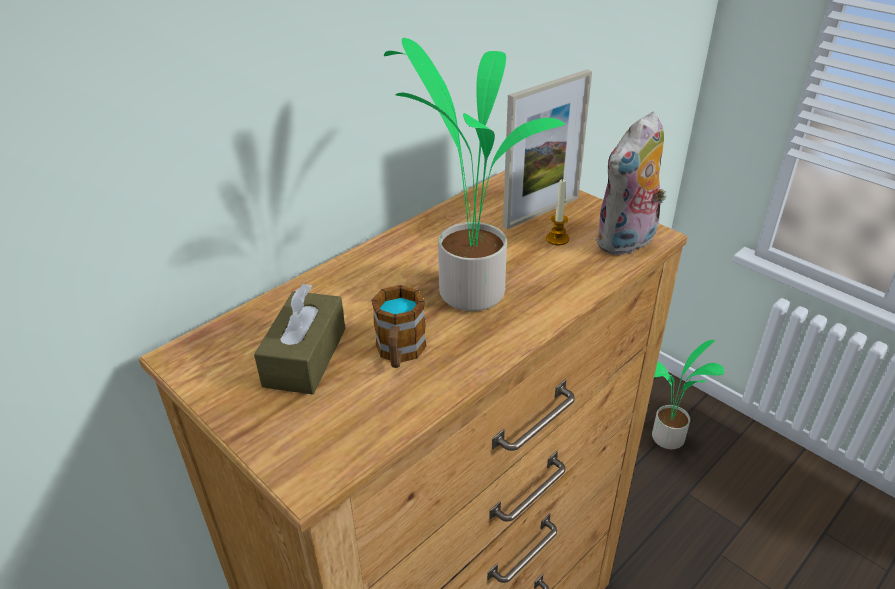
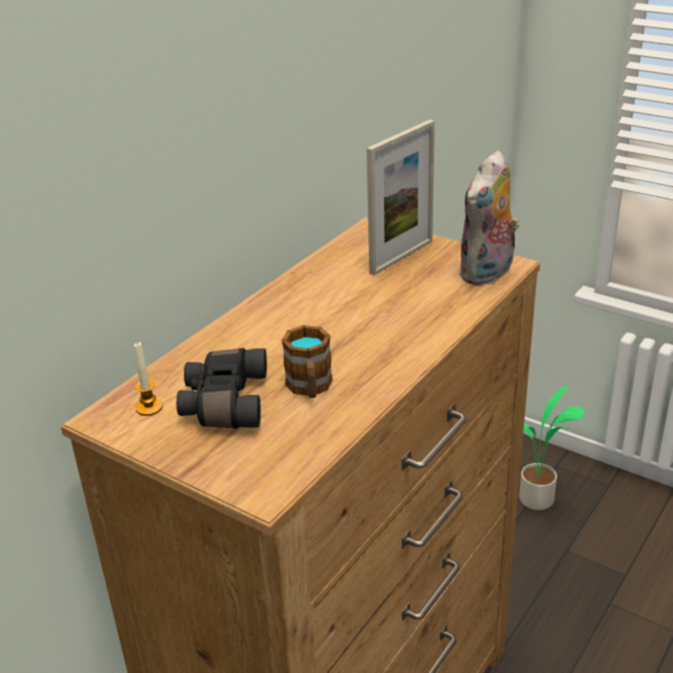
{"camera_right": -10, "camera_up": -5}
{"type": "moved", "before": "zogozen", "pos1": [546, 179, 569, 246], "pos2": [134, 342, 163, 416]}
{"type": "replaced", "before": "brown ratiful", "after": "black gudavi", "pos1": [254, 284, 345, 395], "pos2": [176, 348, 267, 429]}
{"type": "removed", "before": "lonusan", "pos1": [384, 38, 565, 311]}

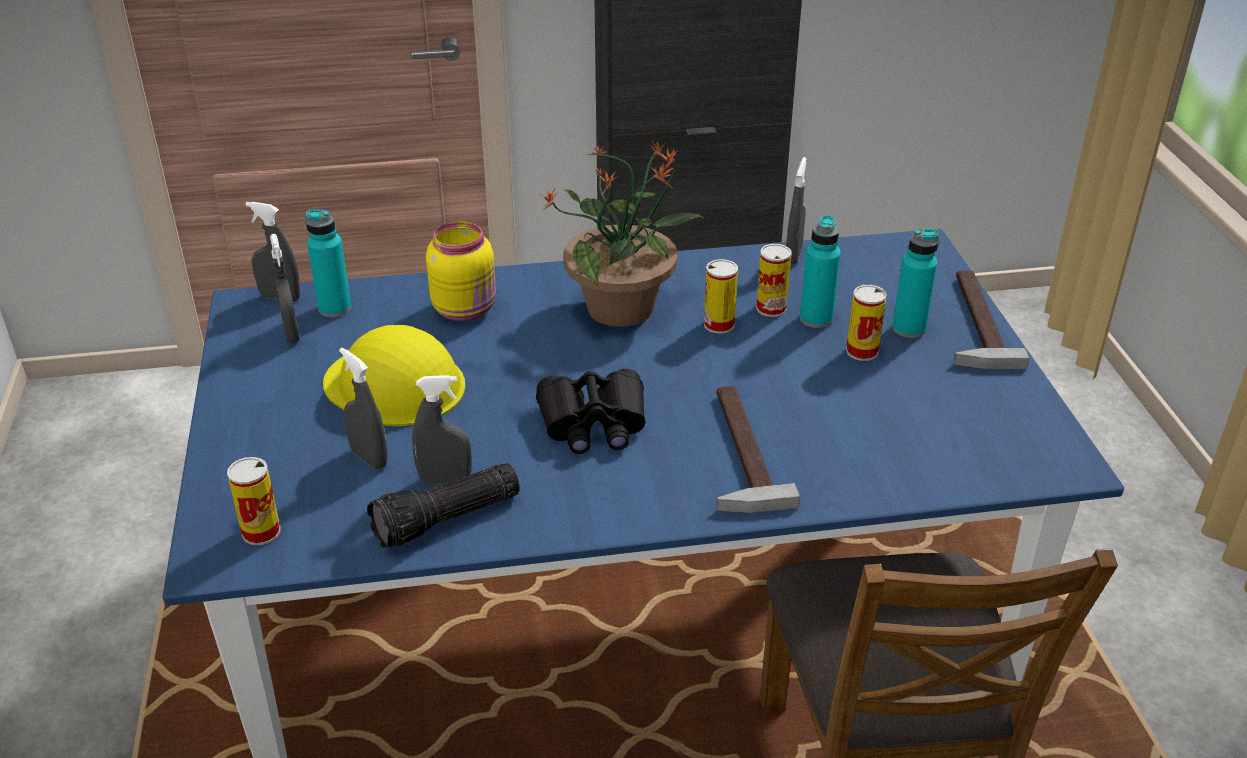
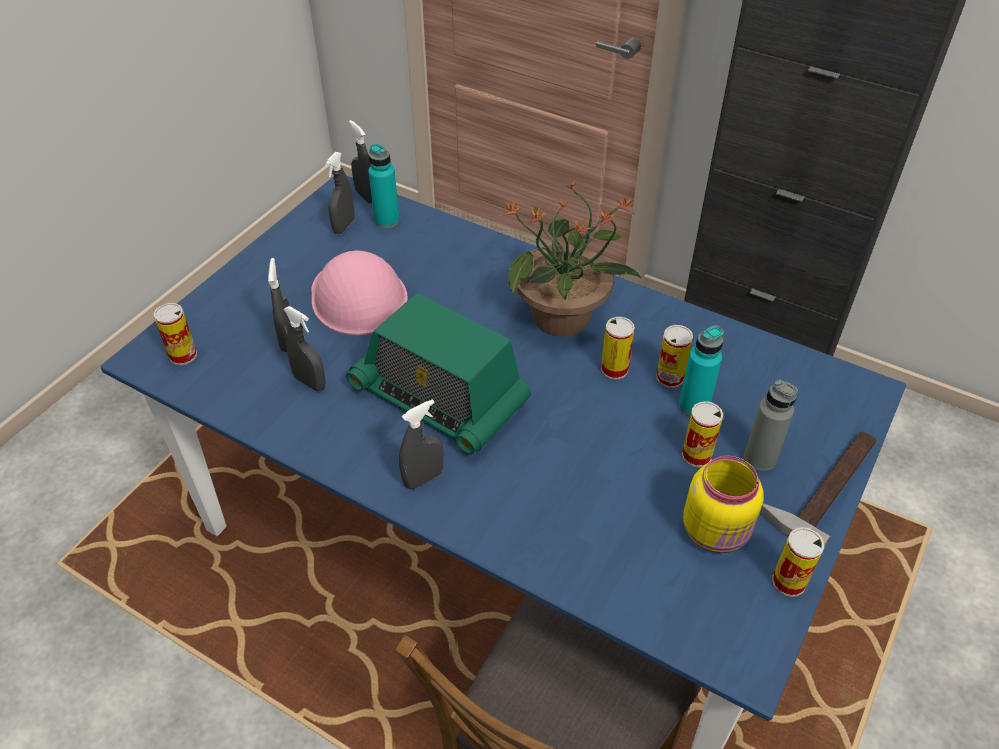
{"camera_right": 40, "camera_up": 10}
{"type": "recoloured", "before": "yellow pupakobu", "after": "pink pupakobu", "pos1": [323, 325, 465, 426], "pos2": [311, 251, 408, 335]}
{"type": "replaced", "before": "black gudavi", "after": "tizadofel", "pos1": [536, 369, 646, 454], "pos2": [346, 293, 531, 454]}
{"type": "moved", "before": "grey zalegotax", "pos1": [786, 157, 807, 264], "pos2": [399, 399, 444, 489]}
{"type": "moved", "before": "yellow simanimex", "pos1": [426, 221, 496, 321], "pos2": [683, 456, 764, 553]}
{"type": "recoloured", "before": "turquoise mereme", "after": "grey mereme", "pos1": [892, 229, 939, 338], "pos2": [744, 379, 798, 471]}
{"type": "added", "after": "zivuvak", "pos2": [772, 527, 824, 597]}
{"type": "removed", "before": "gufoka", "pos1": [367, 463, 520, 549]}
{"type": "removed", "before": "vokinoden", "pos1": [716, 386, 800, 513]}

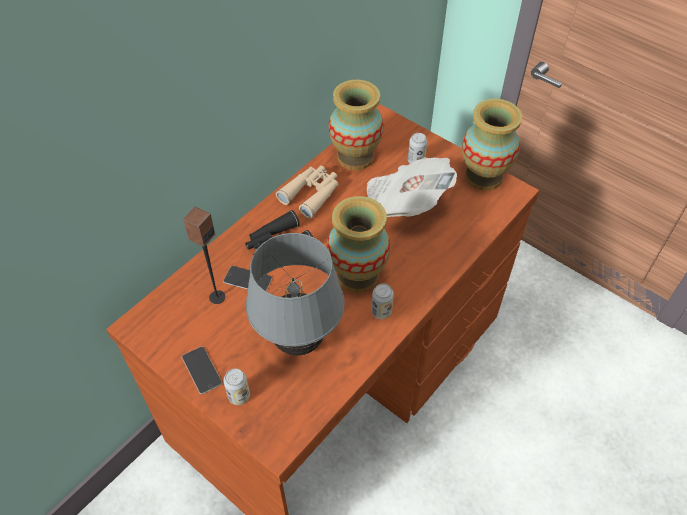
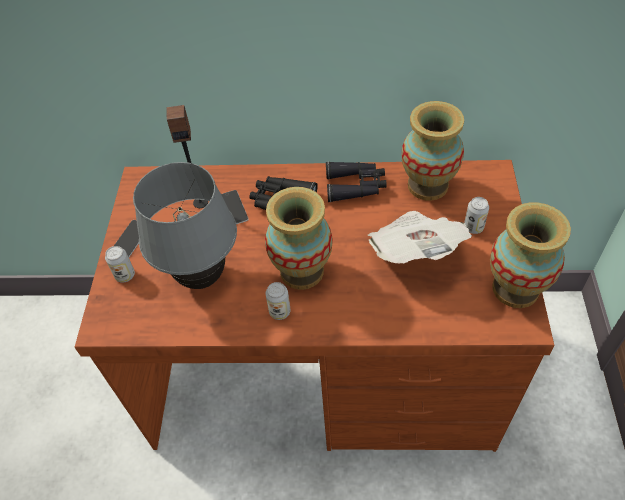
{"camera_right": 55, "camera_up": 0}
{"type": "recoloured", "before": "beige gudavi", "after": "black gudavi", "pos1": [276, 165, 338, 219], "pos2": [326, 162, 387, 202]}

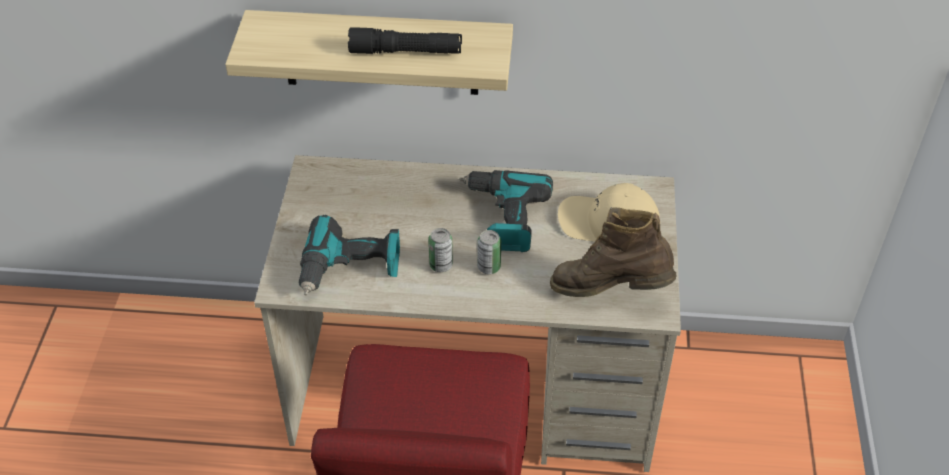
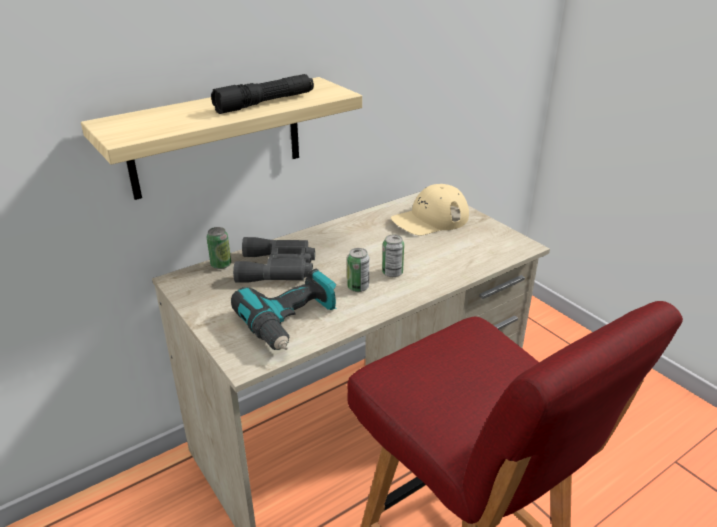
{"camera_right": -40, "camera_up": -15}
{"type": "added", "after": "zivuvak", "pos2": [207, 227, 231, 269]}
{"type": "added", "after": "grey gudavi", "pos2": [233, 237, 315, 283]}
{"type": "removed", "before": "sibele", "pos1": [459, 170, 553, 252]}
{"type": "removed", "before": "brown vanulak", "pos1": [550, 207, 676, 297]}

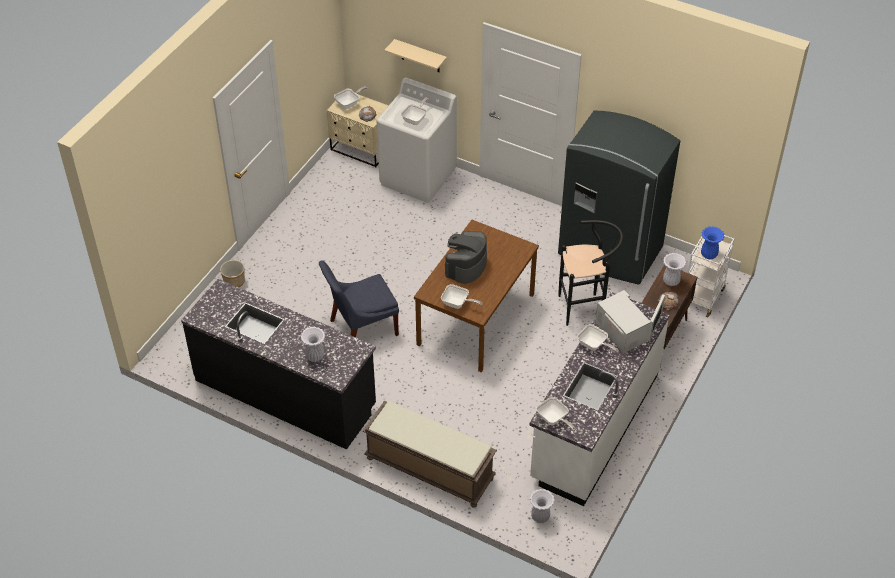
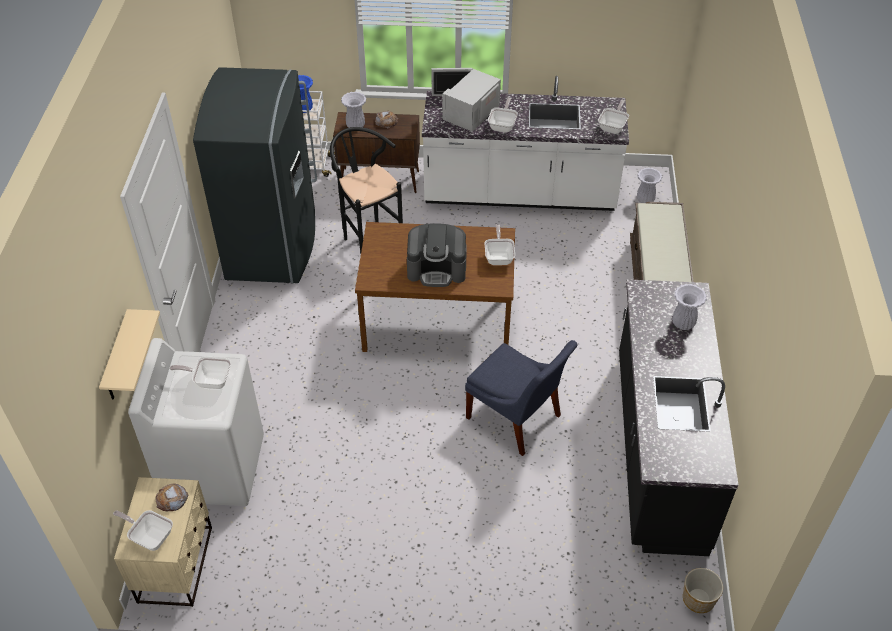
{"camera_right": -115, "camera_up": 0}
{"type": "moved", "before": "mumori", "pos1": [220, 260, 245, 287], "pos2": [683, 568, 723, 613]}

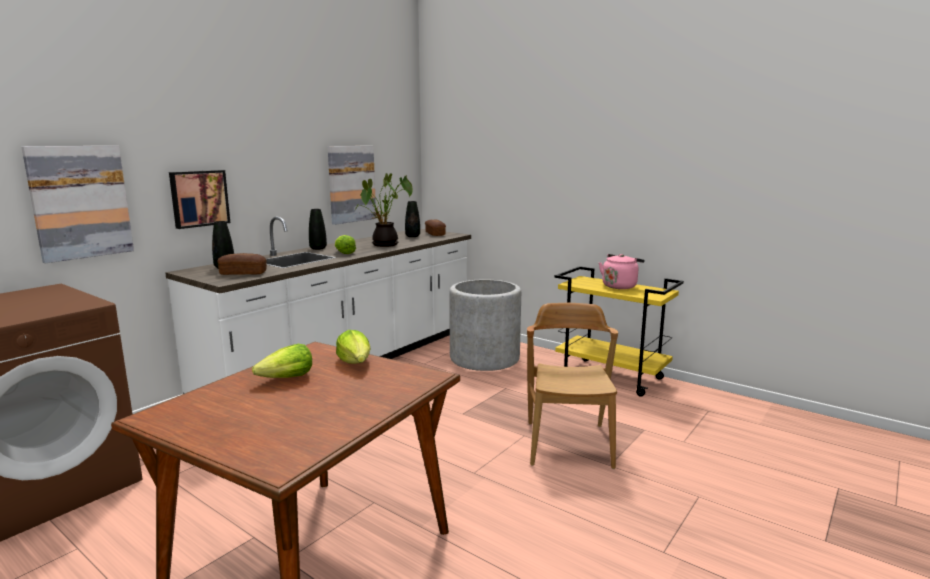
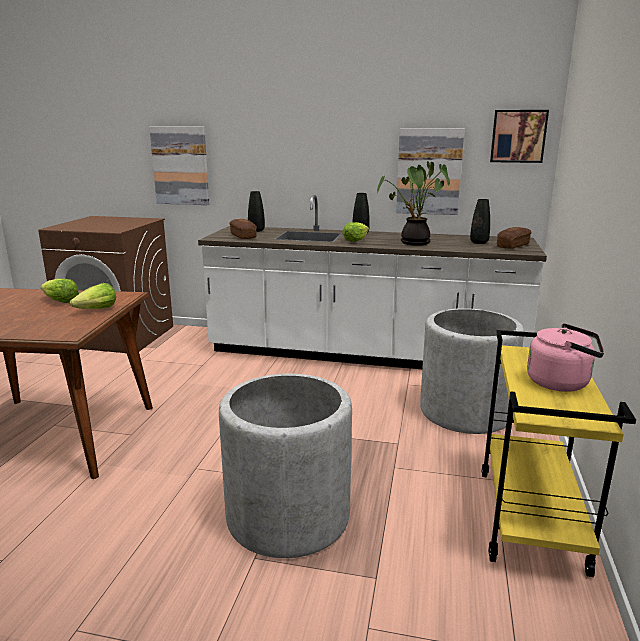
{"camera_right": 65, "camera_up": 5}
{"type": "replaced", "before": "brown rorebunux", "after": "grey mumori", "pos1": [527, 303, 618, 469], "pos2": [219, 374, 352, 558]}
{"type": "moved", "before": "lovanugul", "pos1": [169, 170, 230, 229], "pos2": [490, 110, 549, 163]}

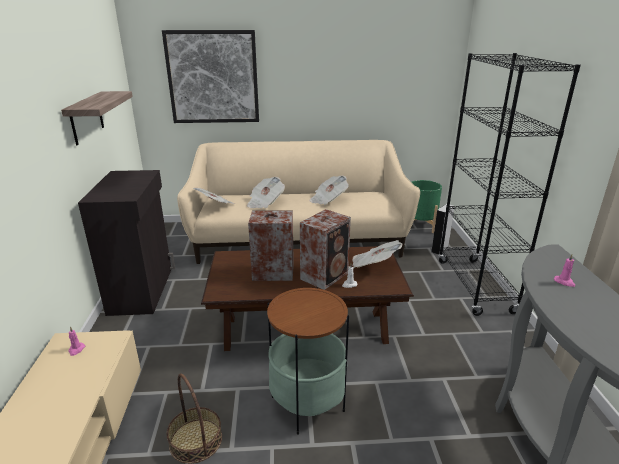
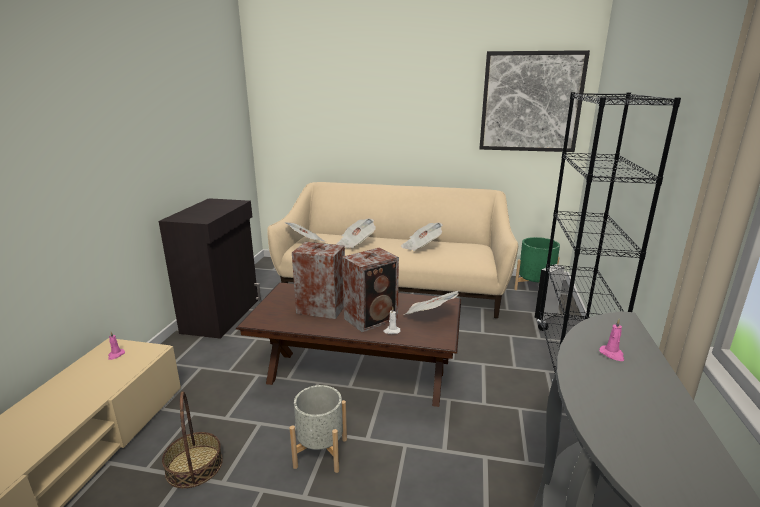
{"camera_right": 15, "camera_up": -5}
{"type": "replaced", "before": "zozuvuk", "after": "grey mumori", "pos1": [267, 287, 349, 435], "pos2": [289, 385, 347, 473]}
{"type": "moved", "before": "lovanugul", "pos1": [162, 30, 259, 123], "pos2": [479, 50, 590, 152]}
{"type": "removed", "before": "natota", "pos1": [61, 91, 133, 145]}

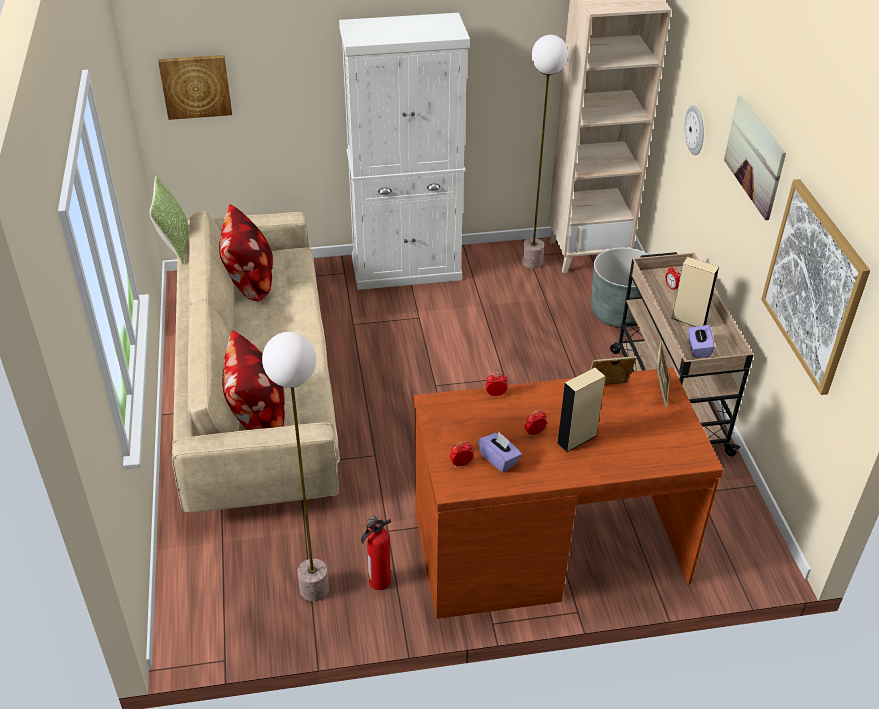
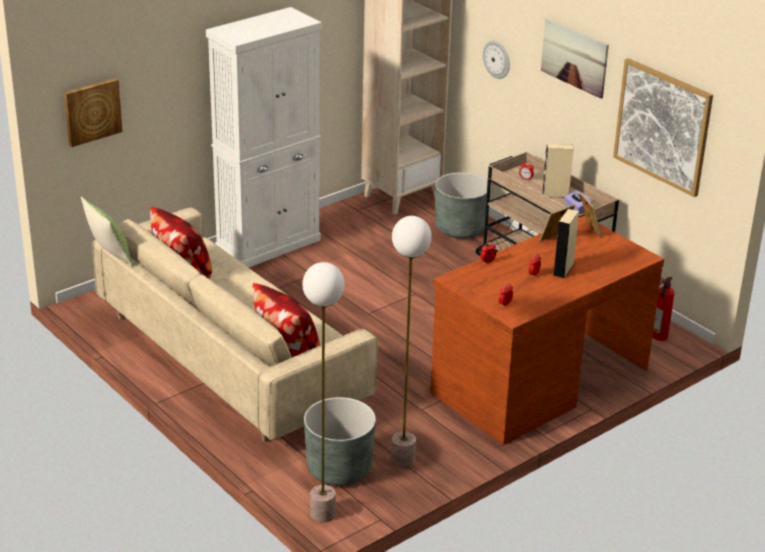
{"camera_right": -30, "camera_up": -10}
{"type": "moved", "before": "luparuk", "pos1": [522, 35, 568, 269], "pos2": [303, 262, 345, 522]}
{"type": "added", "after": "grey mumori", "pos2": [304, 397, 376, 486]}
{"type": "moved", "before": "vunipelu", "pos1": [361, 516, 391, 590], "pos2": [652, 277, 674, 341]}
{"type": "removed", "before": "purple ratiful", "pos1": [478, 432, 522, 472]}

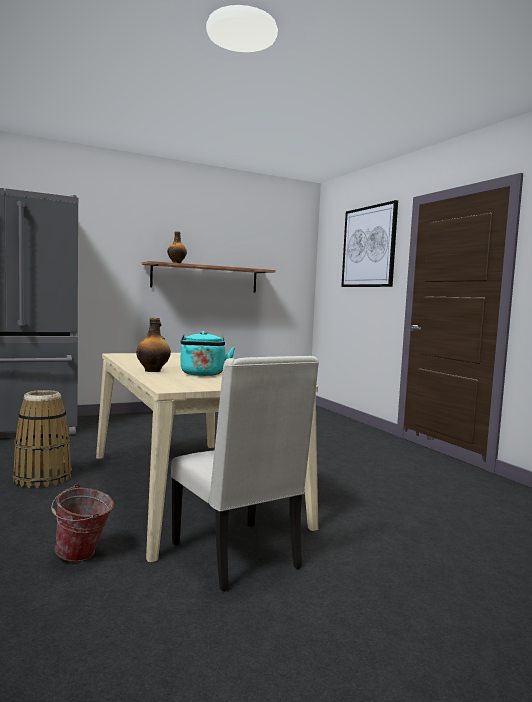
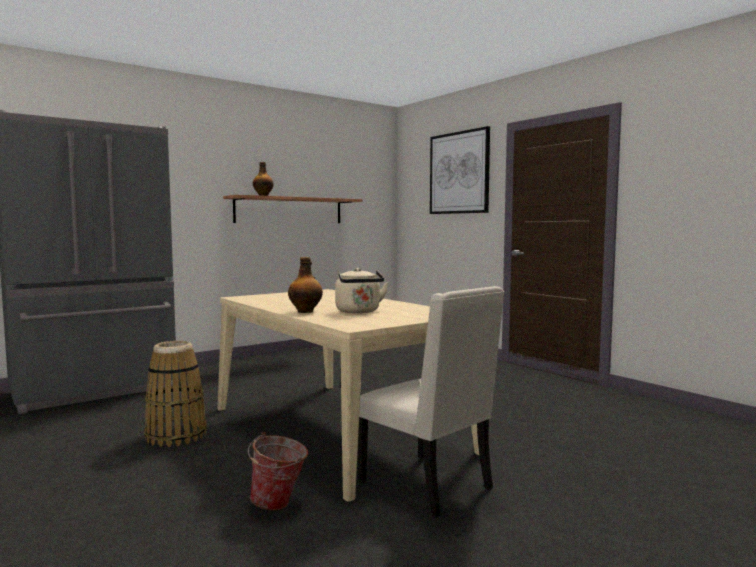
{"camera_right": -10, "camera_up": 0}
{"type": "recoloured", "before": "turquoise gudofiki", "after": "beige gudofiki", "pos1": [180, 331, 235, 376], "pos2": [335, 268, 389, 313]}

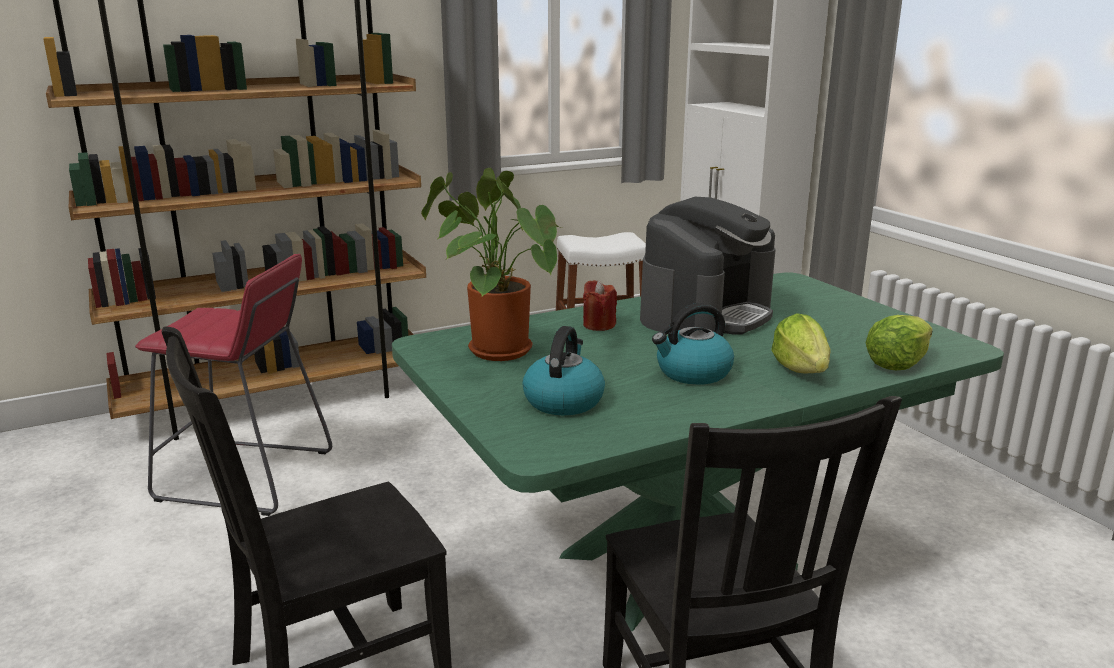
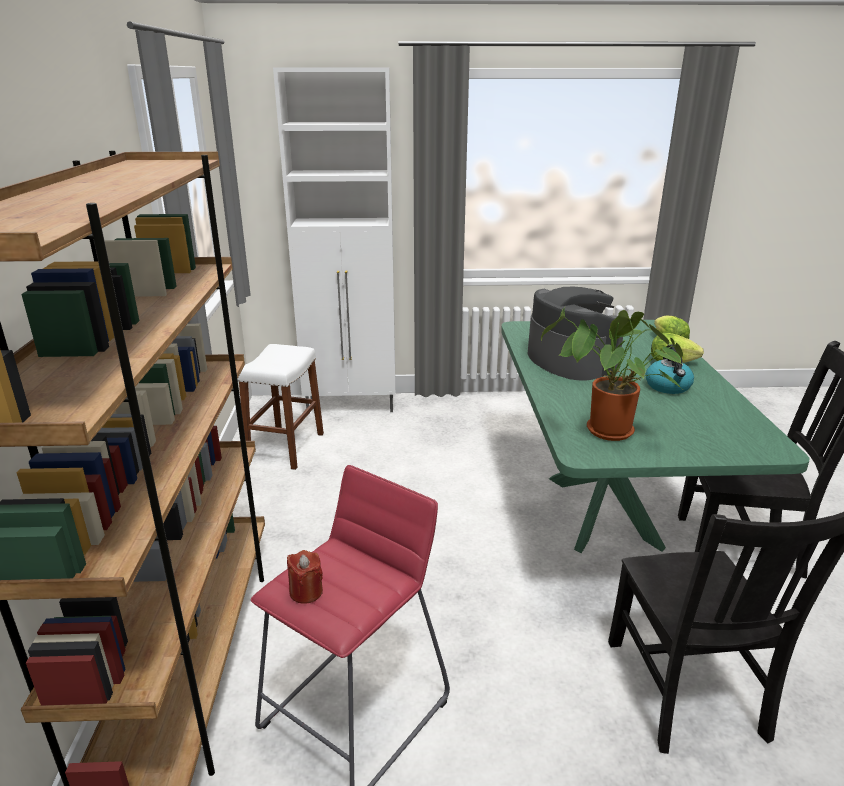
{"camera_right": -65, "camera_up": 5}
{"type": "moved", "before": "red zogozen", "pos1": [583, 280, 617, 331], "pos2": [287, 550, 323, 604]}
{"type": "removed", "before": "gudofiki", "pos1": [522, 326, 605, 415]}

